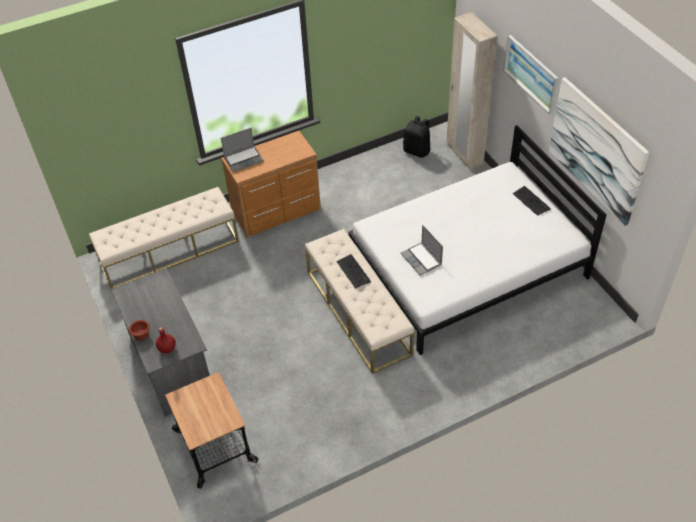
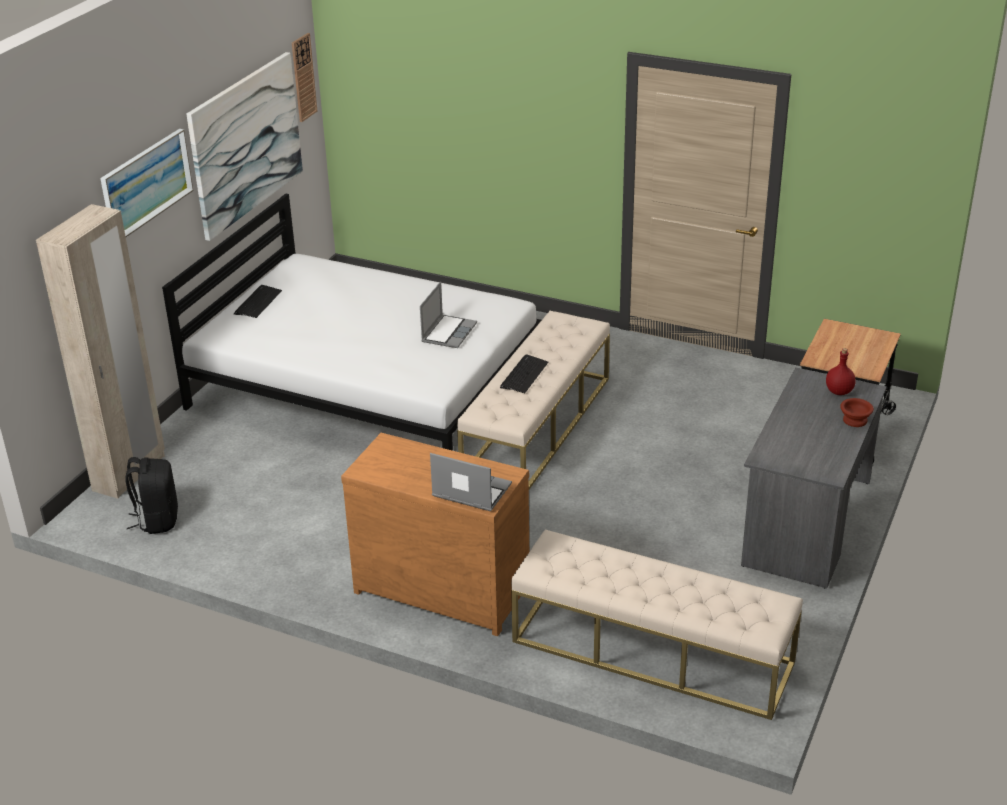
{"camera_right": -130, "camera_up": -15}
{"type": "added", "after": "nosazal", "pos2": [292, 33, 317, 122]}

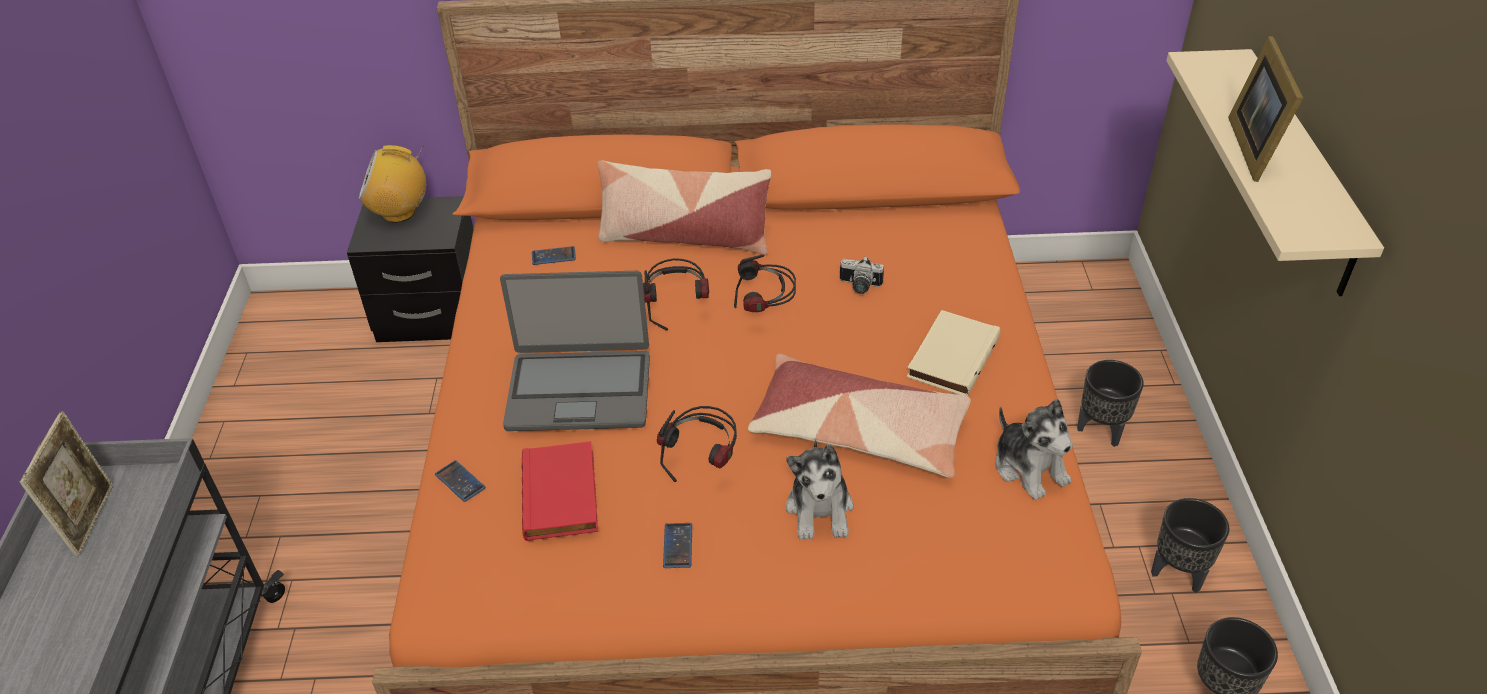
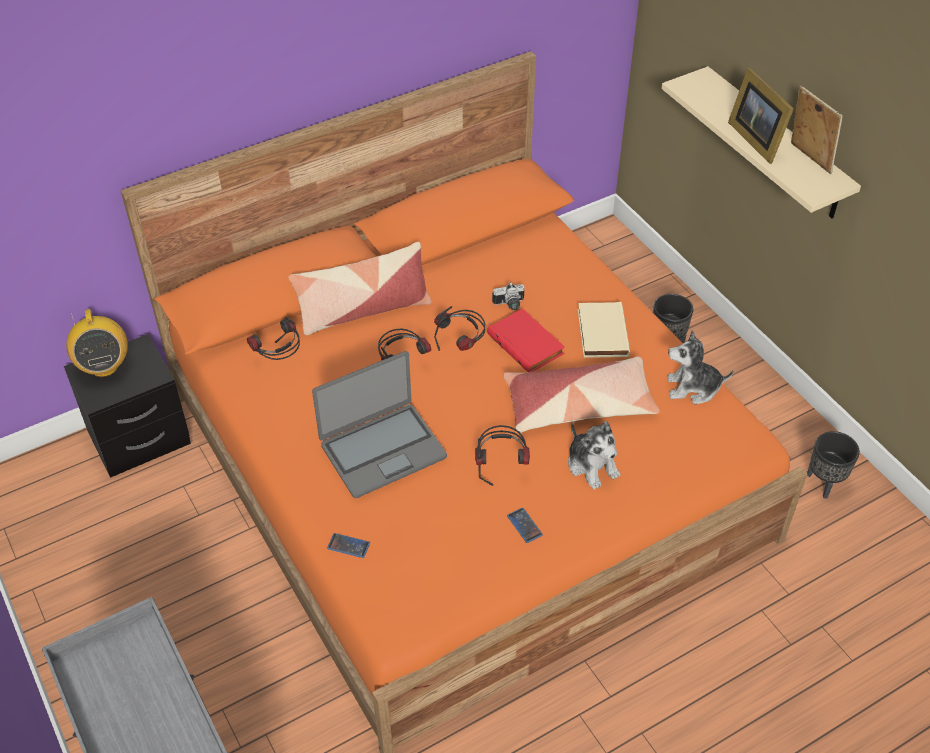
{"camera_right": -30, "camera_up": 5}
{"type": "turned", "before": "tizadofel", "pos1": [359, 145, 426, 223], "pos2": [66, 309, 128, 377], "turn": -75}
{"type": "replaced", "before": "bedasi", "after": "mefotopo", "pos1": [532, 246, 576, 265], "pos2": [247, 316, 300, 360]}
{"type": "moved", "before": "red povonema", "pos1": [522, 441, 598, 541], "pos2": [487, 308, 565, 372]}
{"type": "turned", "before": "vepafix", "pos1": [996, 399, 1073, 500], "pos2": [667, 330, 734, 404], "turn": 150}
{"type": "moved", "before": "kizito", "pos1": [19, 411, 113, 556], "pos2": [791, 86, 843, 174]}
{"type": "removed", "before": "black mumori", "pos1": [1151, 498, 1229, 593]}

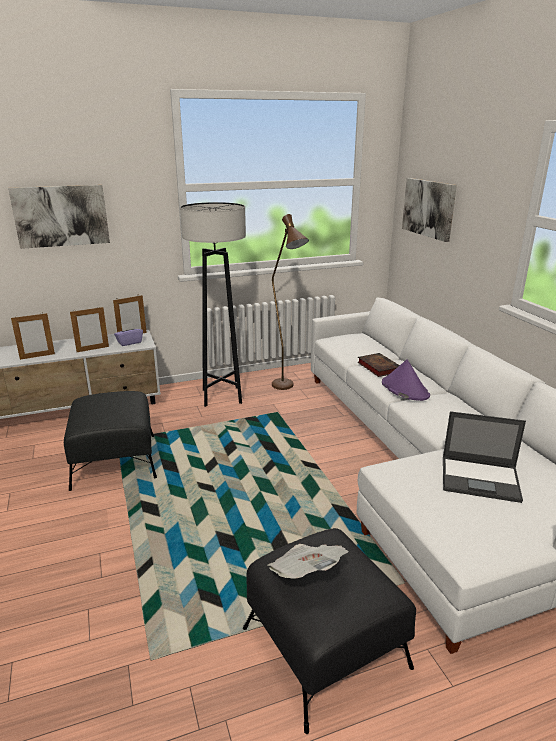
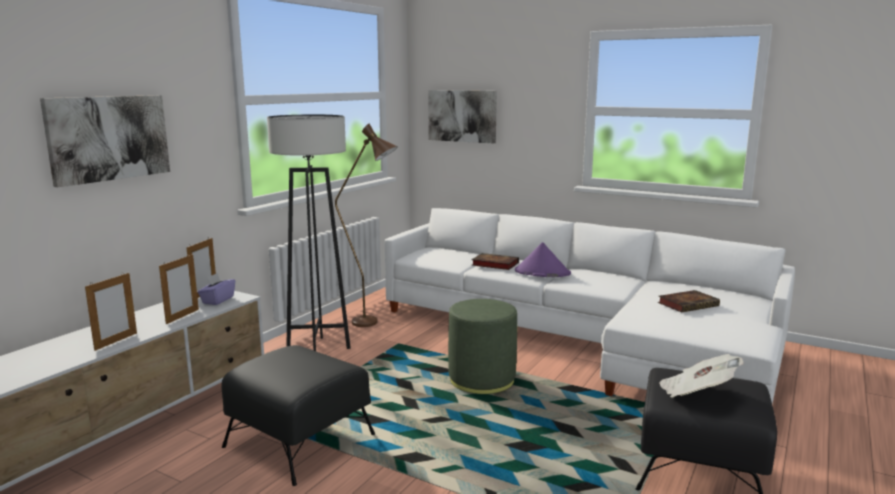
{"camera_right": -40, "camera_up": -10}
{"type": "added", "after": "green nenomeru", "pos2": [448, 299, 517, 394]}
{"type": "replaced", "before": "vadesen", "after": "povonema", "pos1": [443, 411, 526, 503], "pos2": [658, 290, 720, 313]}

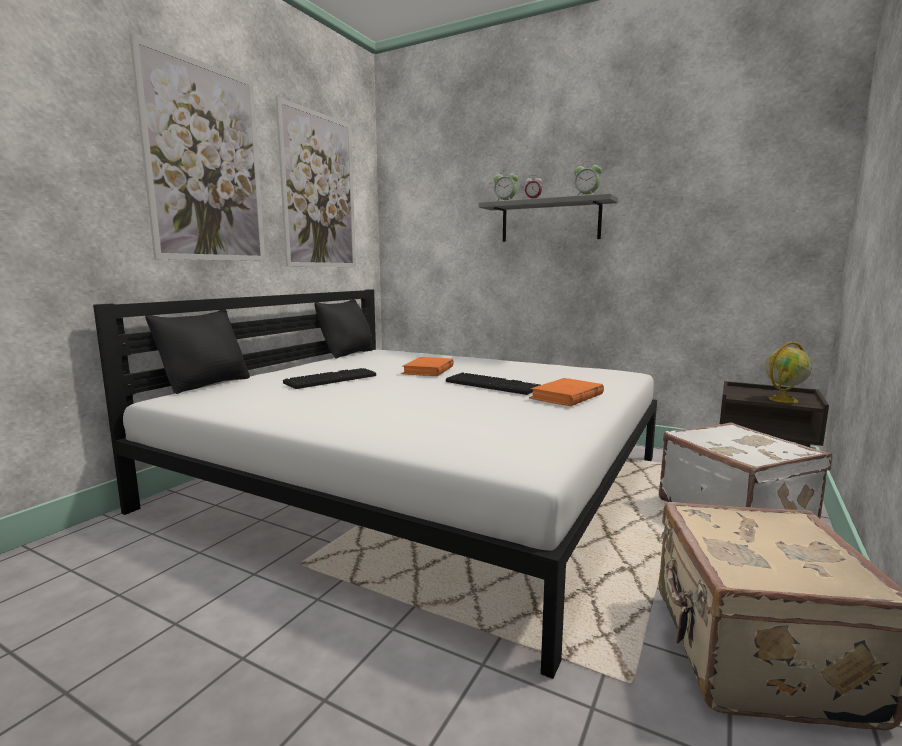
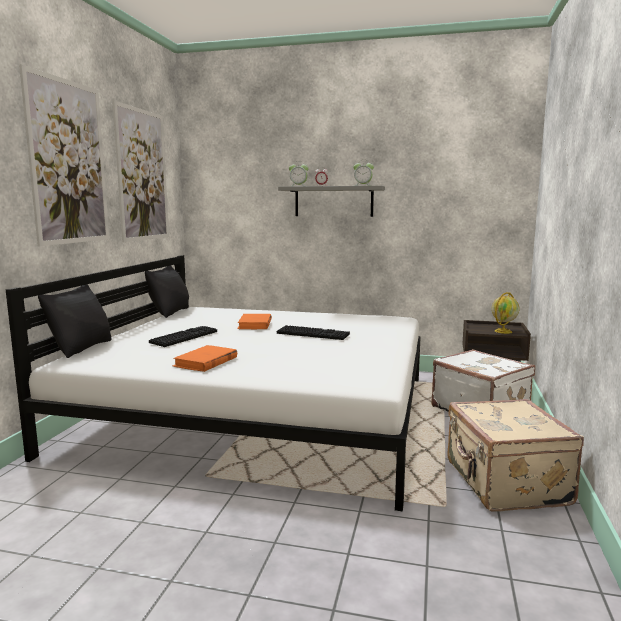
{"camera_right": -15, "camera_up": 0}
{"type": "moved", "before": "orange povonema", "pos1": [529, 378, 604, 406], "pos2": [172, 345, 237, 372]}

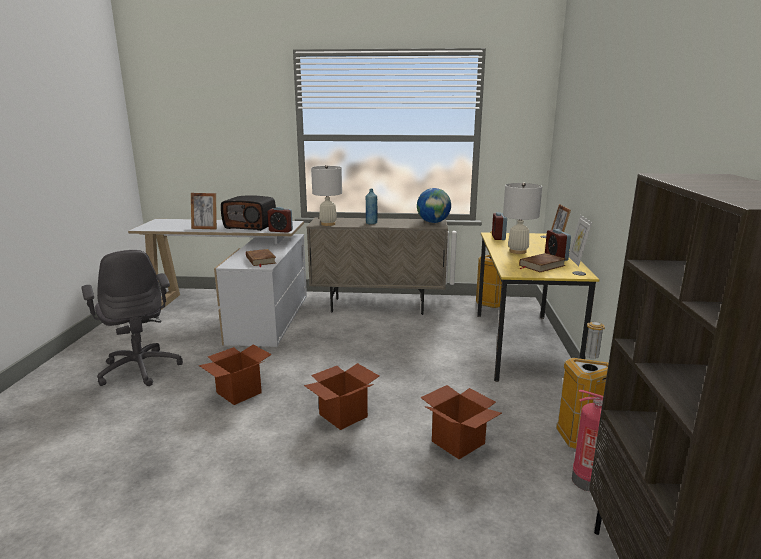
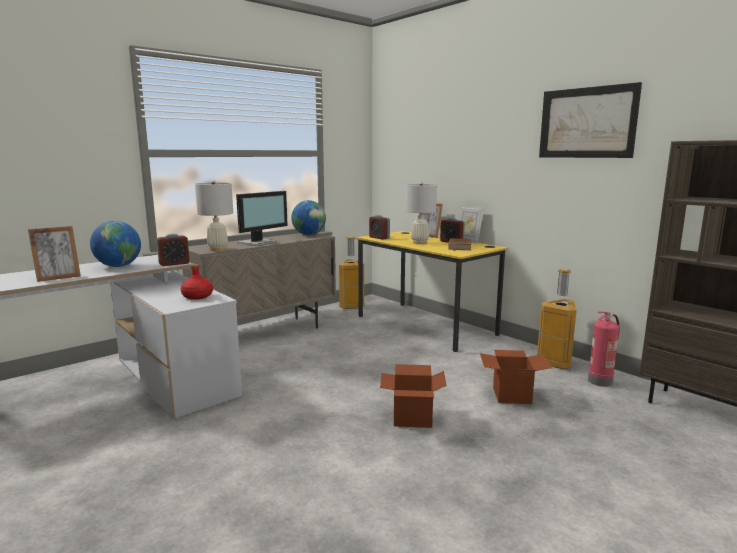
{"camera_right": -45, "camera_up": -5}
{"type": "replaced", "before": "tizadofel", "after": "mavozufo", "pos1": [221, 195, 276, 231], "pos2": [90, 221, 141, 267]}
{"type": "replaced", "before": "brown povonema", "after": "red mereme", "pos1": [246, 249, 276, 267], "pos2": [181, 264, 213, 300]}
{"type": "replaced", "before": "blue mereme", "after": "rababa", "pos1": [366, 189, 378, 224], "pos2": [236, 191, 288, 246]}
{"type": "added", "after": "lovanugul", "pos2": [539, 82, 642, 158]}
{"type": "removed", "before": "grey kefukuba", "pos1": [81, 250, 183, 386]}
{"type": "removed", "before": "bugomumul", "pos1": [199, 345, 272, 405]}

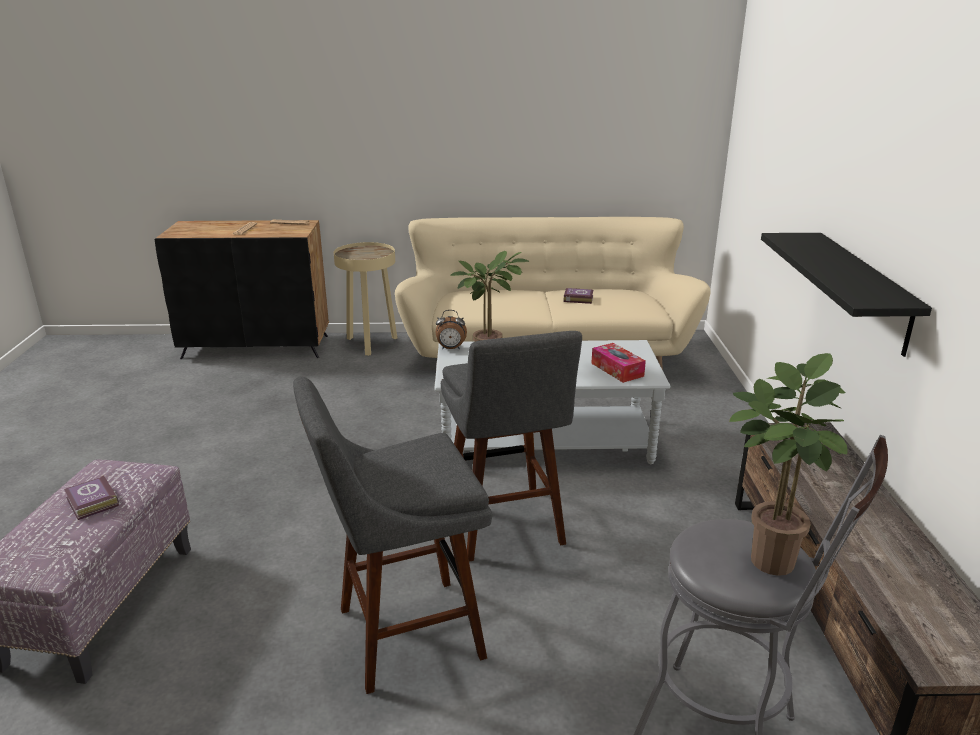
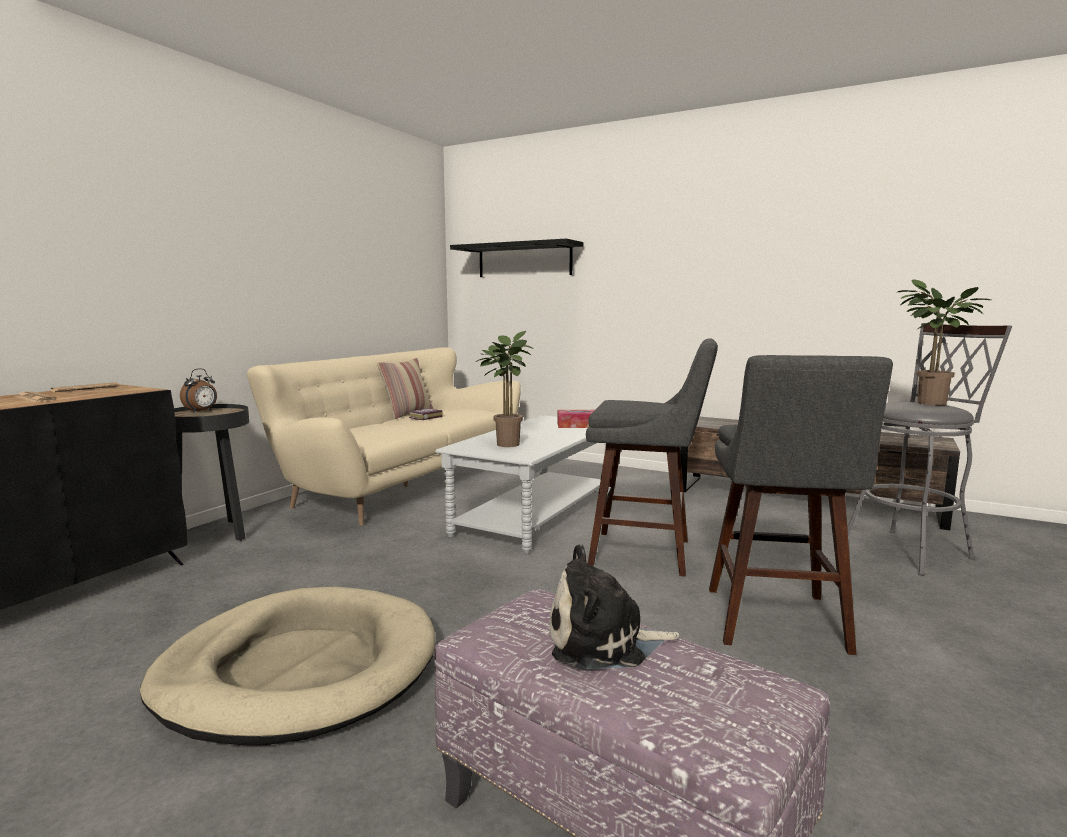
{"camera_right": -60, "camera_up": -15}
{"type": "added", "after": "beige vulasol", "pos2": [140, 587, 436, 745]}
{"type": "recoloured", "before": "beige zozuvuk", "after": "black zozuvuk", "pos1": [334, 242, 397, 356], "pos2": [174, 404, 249, 541]}
{"type": "moved", "before": "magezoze", "pos1": [435, 310, 467, 350], "pos2": [180, 369, 217, 413]}
{"type": "added", "after": "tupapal", "pos2": [377, 358, 433, 419]}
{"type": "moved", "before": "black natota", "pos1": [761, 233, 932, 357], "pos2": [450, 239, 583, 277]}
{"type": "replaced", "before": "povonema", "after": "vepafix", "pos1": [64, 475, 119, 520], "pos2": [550, 544, 680, 669]}

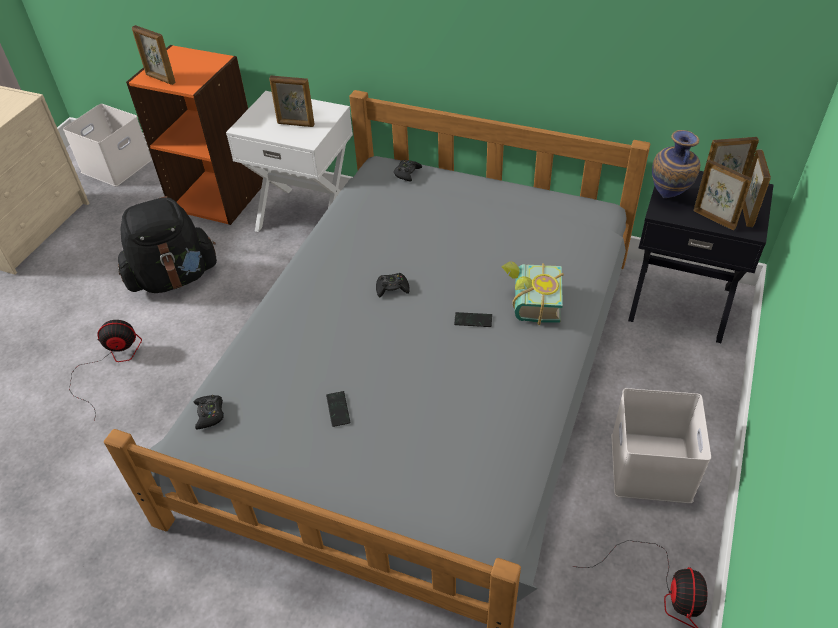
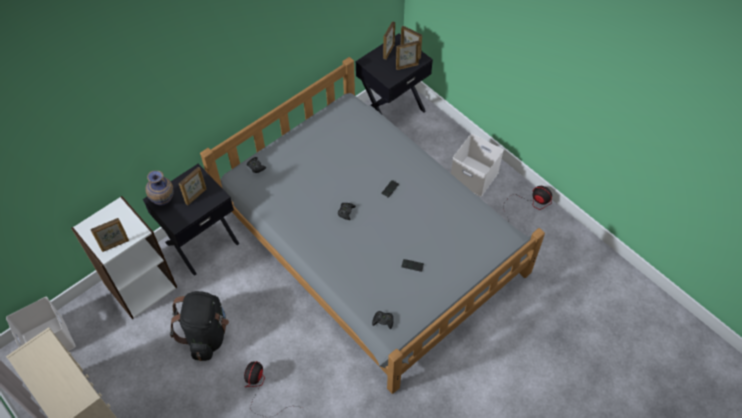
{"camera_right": -65, "camera_up": 10}
{"type": "recoloured", "before": "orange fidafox", "after": "white fidafox", "pos1": [126, 45, 263, 225], "pos2": [71, 196, 177, 319]}
{"type": "recoloured", "before": "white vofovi", "after": "black vofovi", "pos1": [226, 91, 353, 232], "pos2": [143, 164, 239, 276]}
{"type": "moved", "before": "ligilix", "pos1": [652, 130, 701, 198], "pos2": [145, 171, 174, 205]}
{"type": "removed", "before": "povonema", "pos1": [502, 262, 564, 325]}

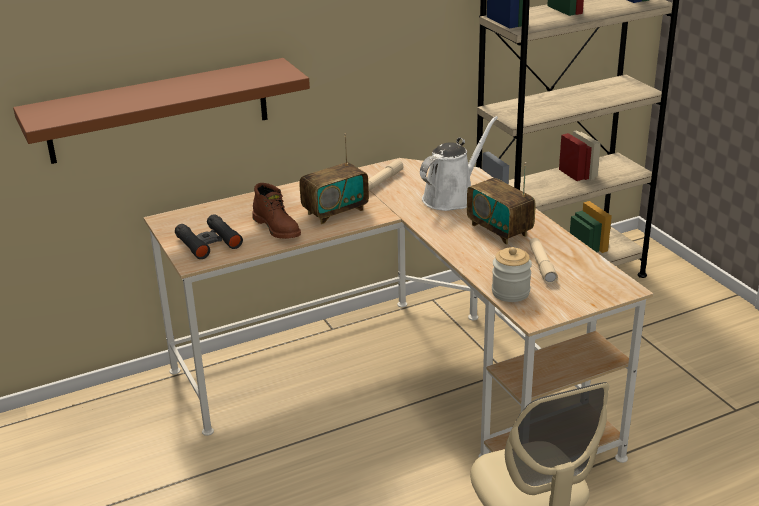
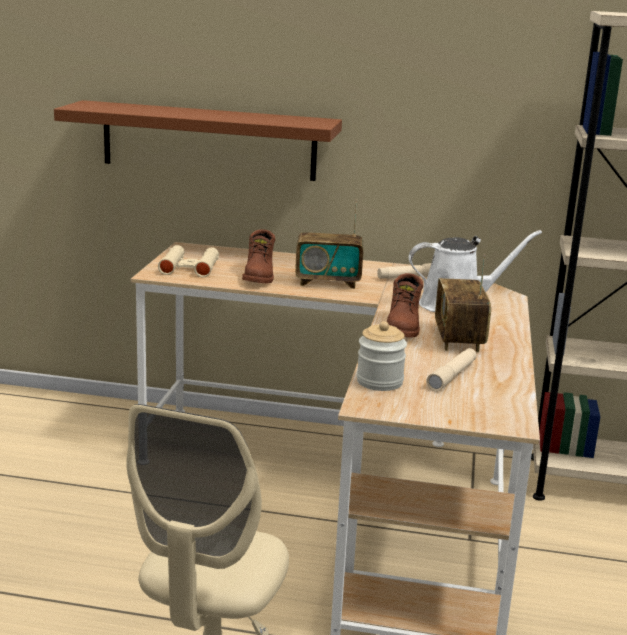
{"camera_right": 35, "camera_up": -10}
{"type": "recoloured", "before": "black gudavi", "after": "beige gudavi", "pos1": [175, 214, 243, 259], "pos2": [158, 245, 219, 278]}
{"type": "added", "after": "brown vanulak", "pos2": [387, 273, 423, 338]}

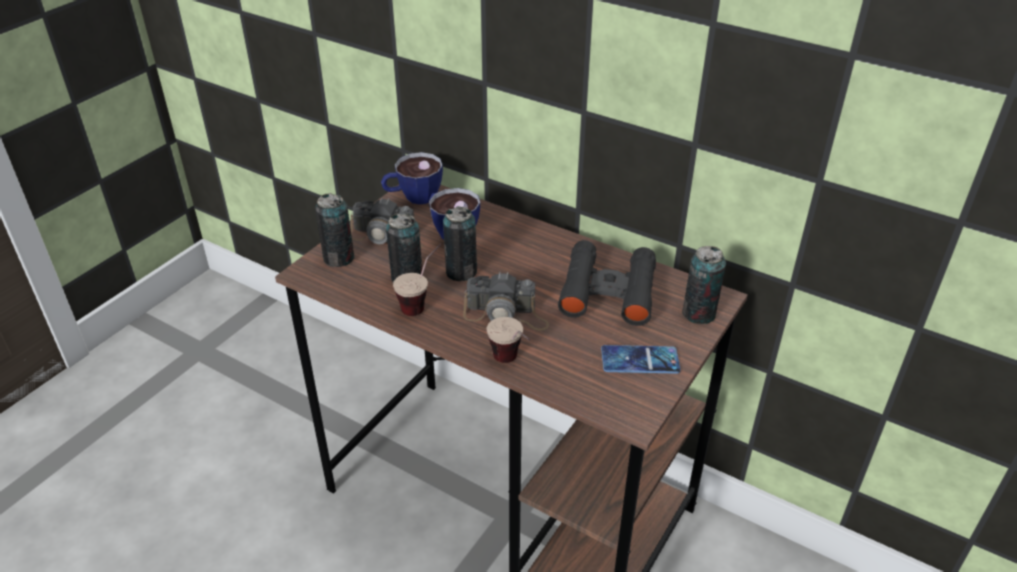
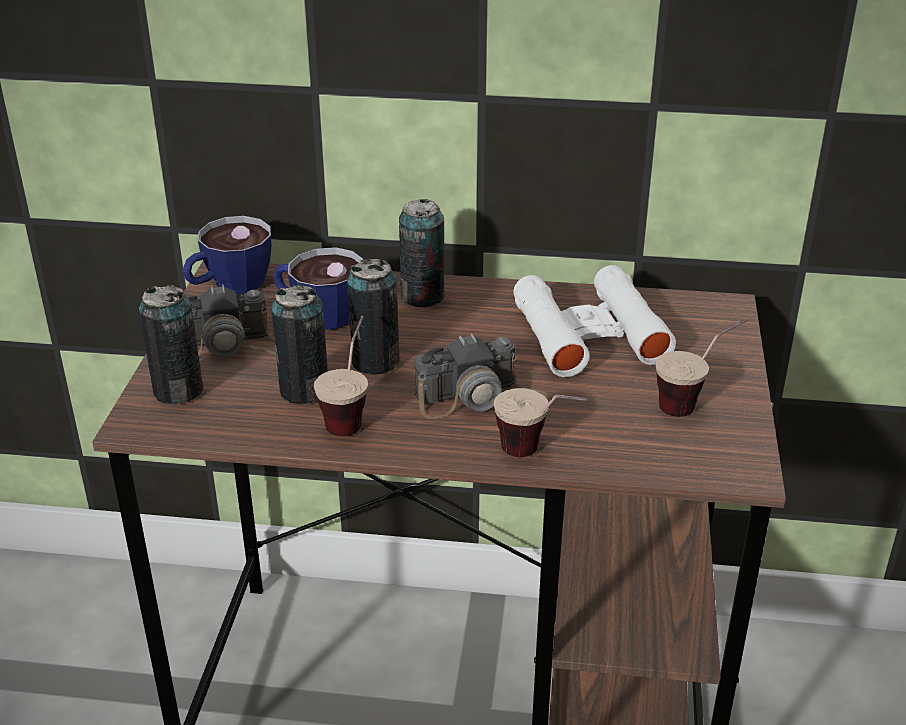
{"camera_right": -25, "camera_up": -5}
{"type": "moved", "before": "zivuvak", "pos1": [682, 246, 726, 324], "pos2": [399, 199, 445, 307]}
{"type": "recoloured", "before": "black gudavi", "after": "white gudavi", "pos1": [558, 240, 656, 326], "pos2": [513, 265, 676, 377]}
{"type": "replaced", "before": "bedasi", "after": "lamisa", "pos1": [601, 345, 681, 374], "pos2": [656, 319, 746, 417]}

